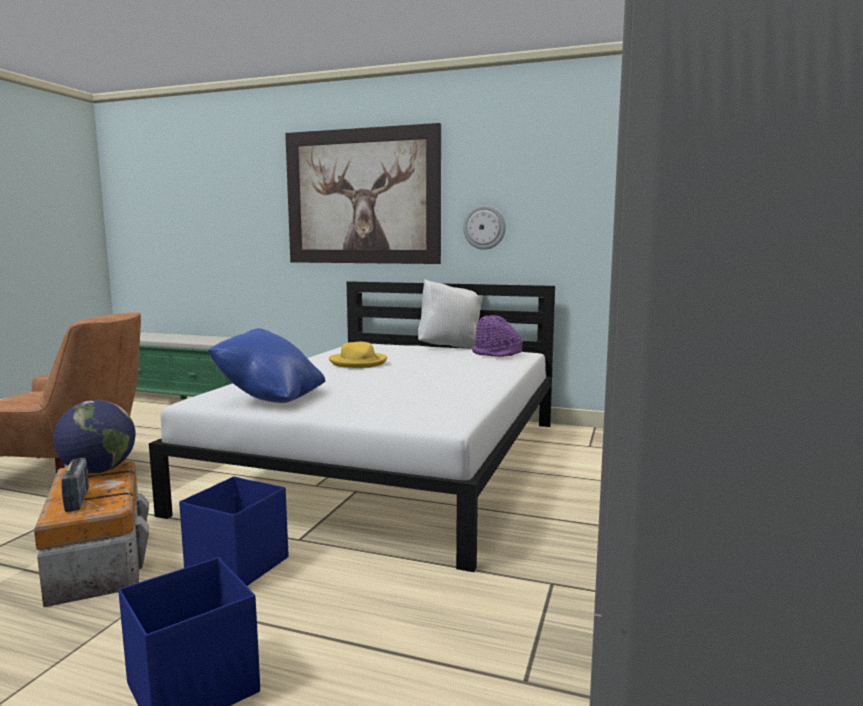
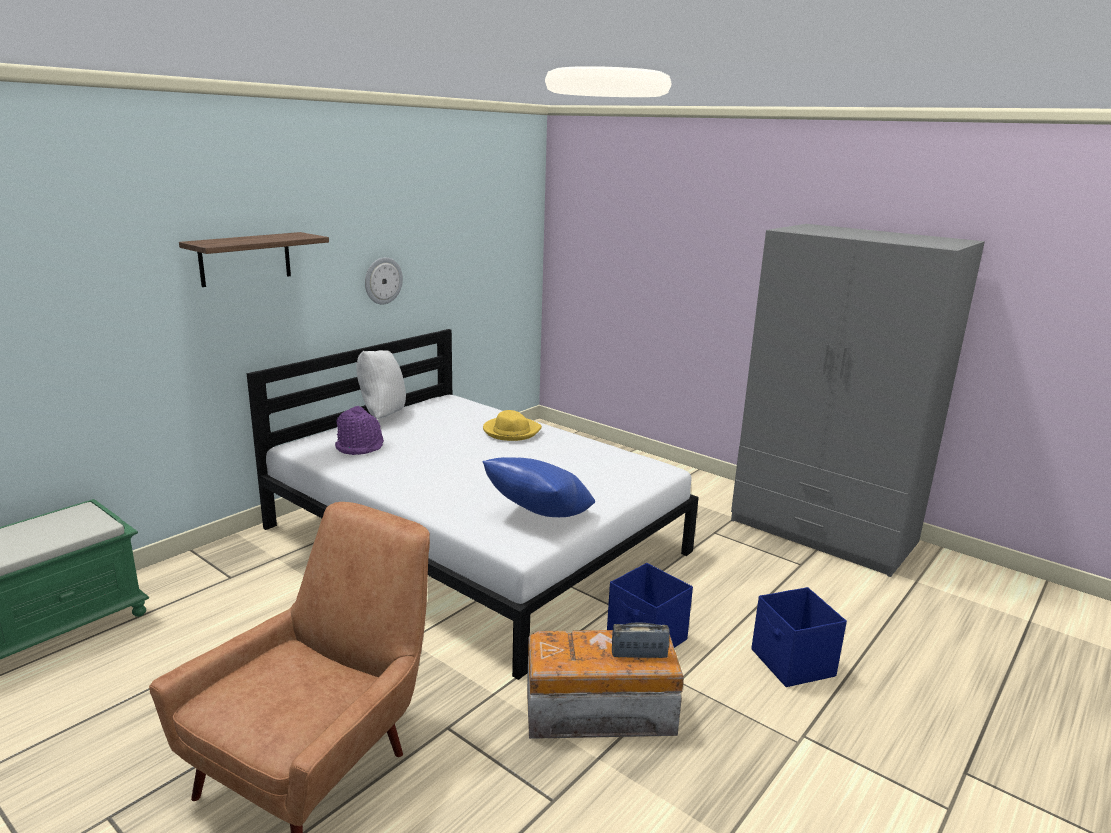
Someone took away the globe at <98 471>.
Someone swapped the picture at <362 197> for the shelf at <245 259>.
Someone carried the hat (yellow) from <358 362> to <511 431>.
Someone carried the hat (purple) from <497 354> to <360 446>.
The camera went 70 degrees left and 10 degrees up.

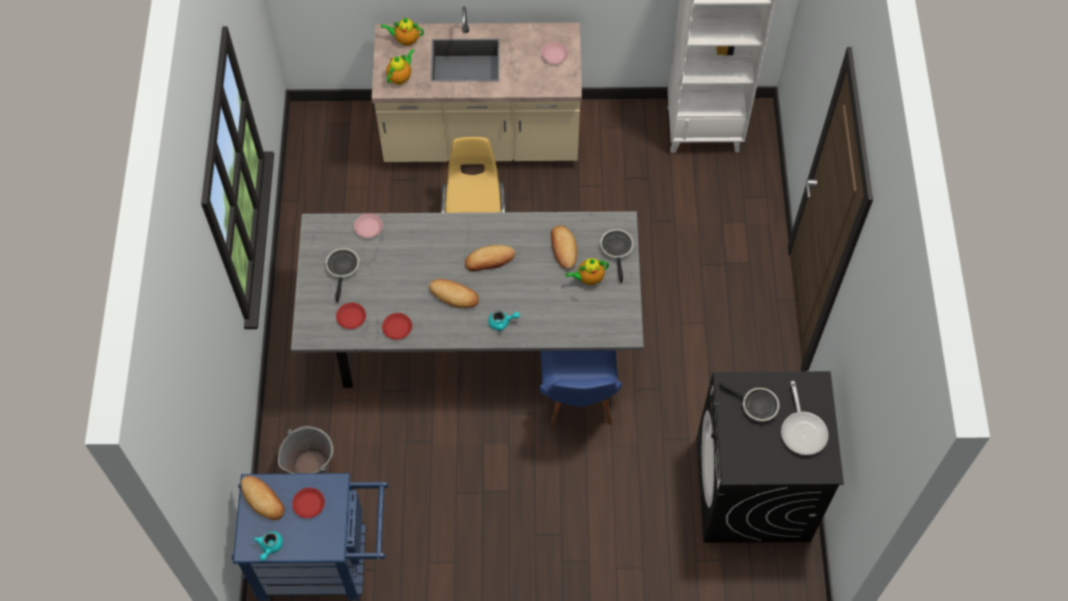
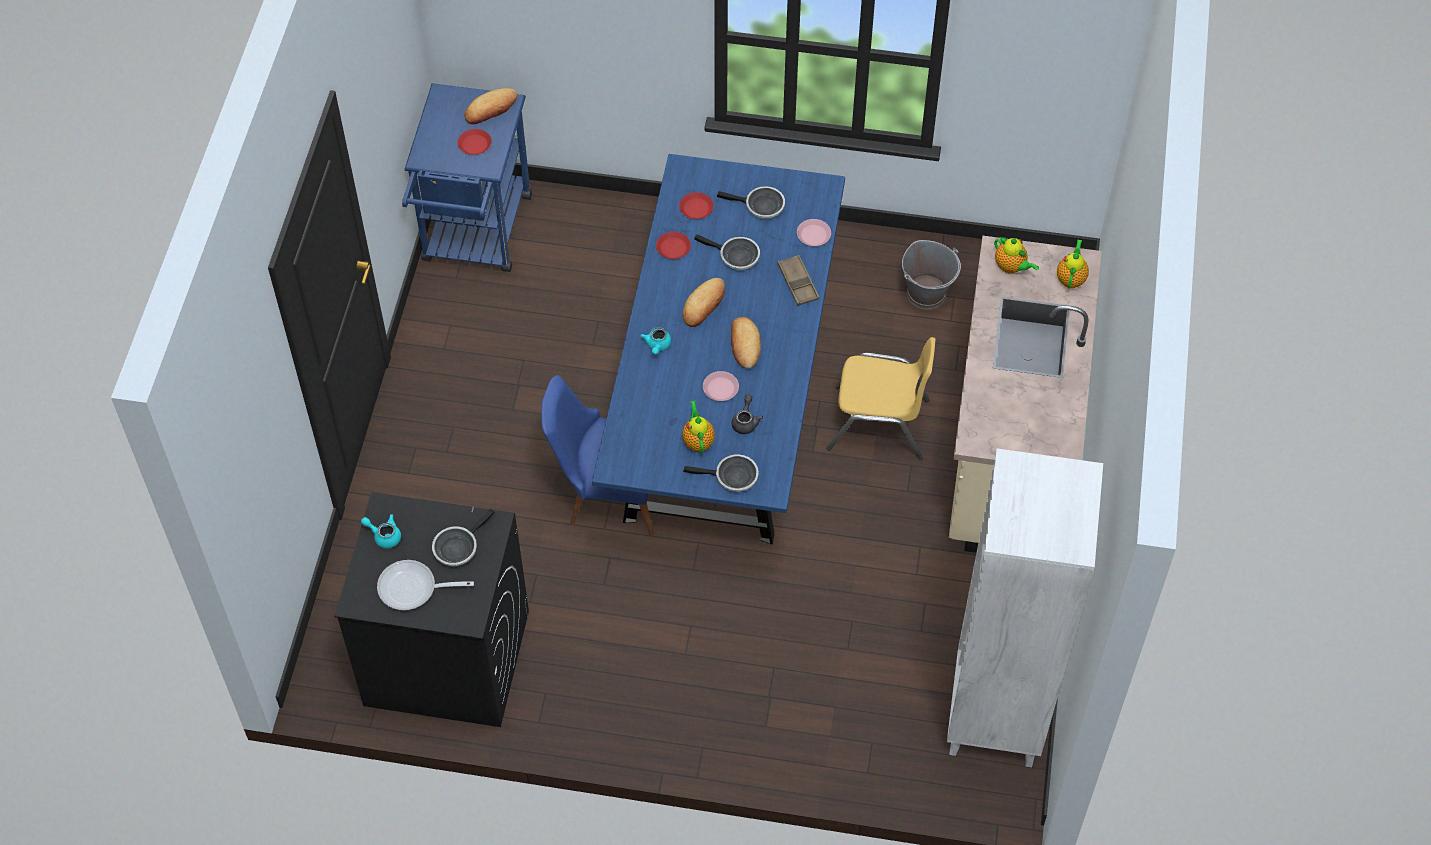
Someone carried the teapot (turquoise) from <270 547> to <384 536>.
Someone carried the bucket (grey) from <311 467> to <927 293>.
Someone repainted the dining table (grey) at <472 332>, which became the dining table (blue) at <724 401>.
Someone carried the plate (pink) from <554 55> to <721 388>.
Someone swapped the bread at <563 249> for the teapot (grey) at <745 421>.
Someone put down the frying pan at <736 257>.
Someone put down the tray (brown) at <798 283>.
The camera went 100 degrees right and 5 degrees down.

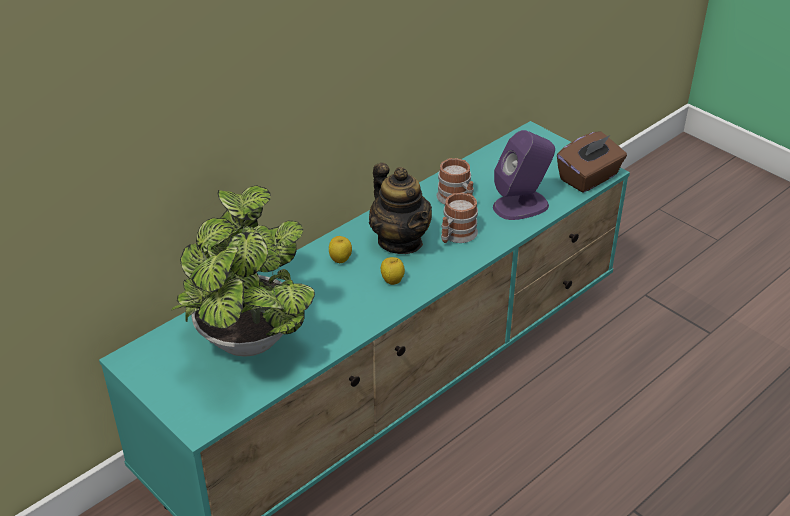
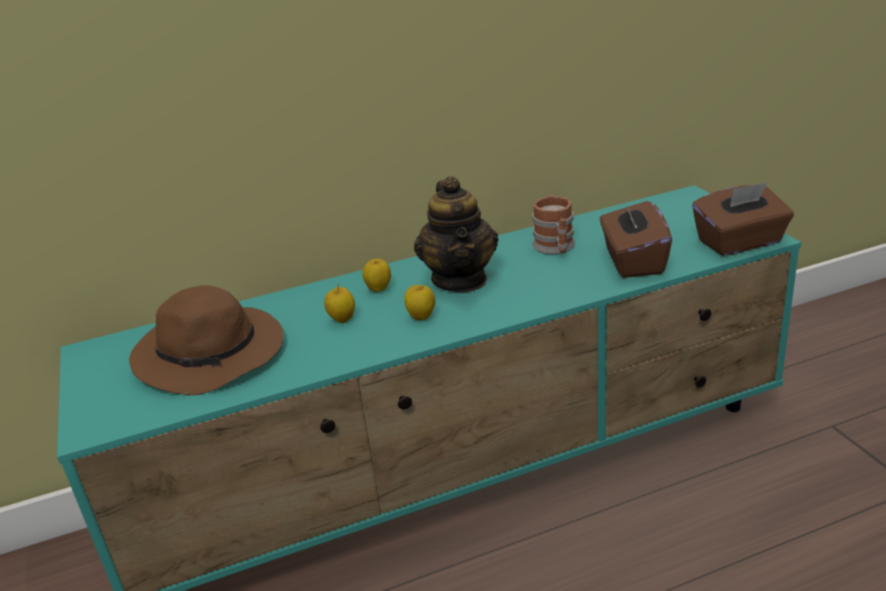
Someone swapped the potted plant at <248 344> for the hat (brown) at <213 356>.
Someone took away the mug at <456 236>.
Someone swapped the speaker (purple) at <521 205> for the tissue box (brown) at <632 261>.
Someone put down the apple at <342 319>.
The camera went 25 degrees right and 10 degrees down.

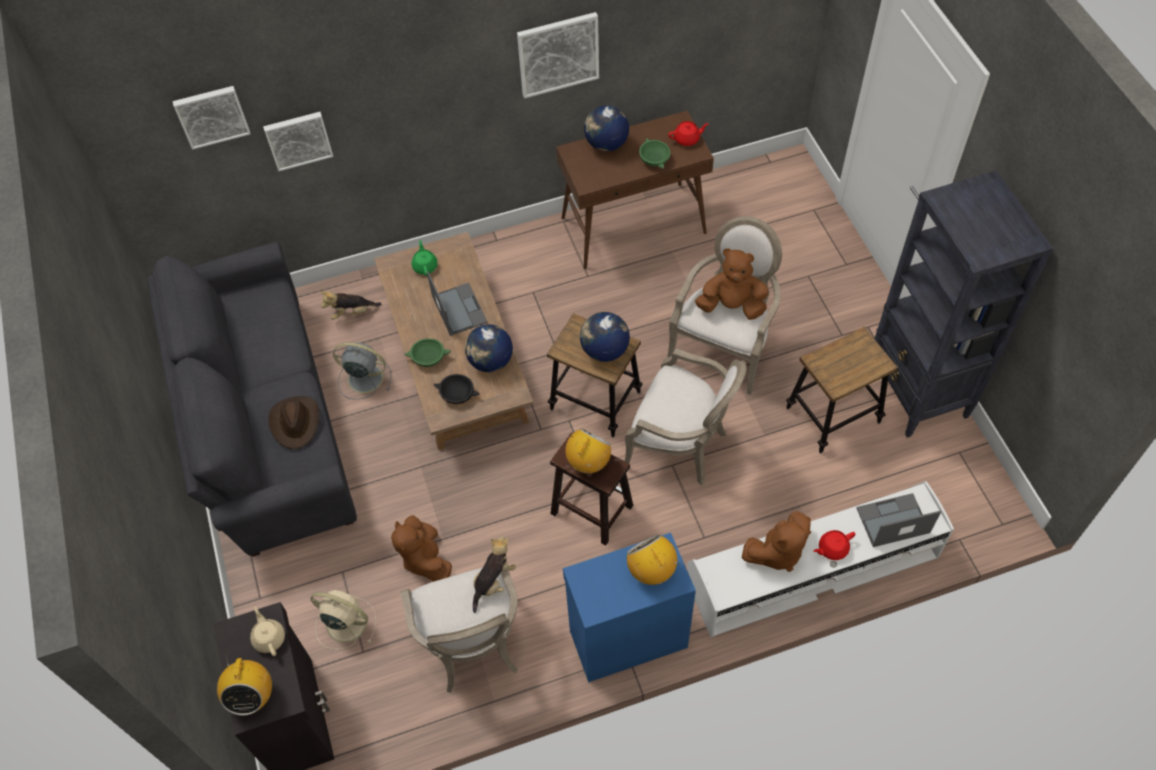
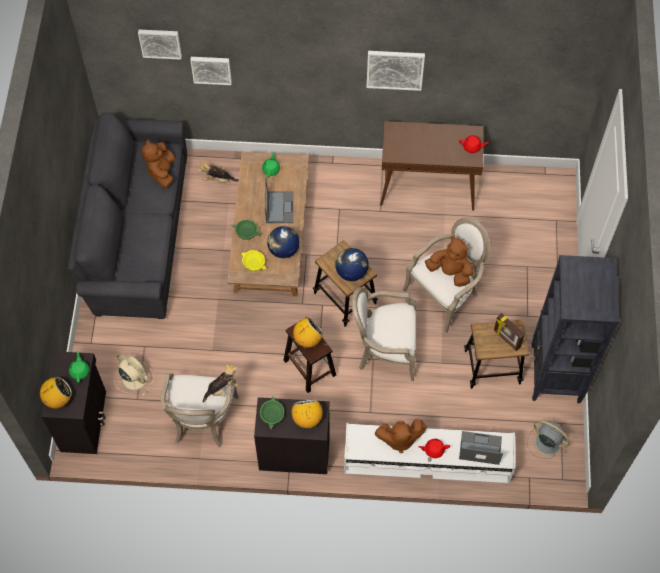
Someone rotated the radio at <252 695> by 135 degrees counterclockwise.
Someone repainted the teapot (beige) at <269 638>, which became the teapot (green) at <80 371>.
Someone took away the hat (brown) at <296 422>.
Someone carried the fan (grey) from <363 378> to <546 442>.
Someone carried the plush toy (brown) from <425 558> to <162 171>.
Someone repainted the bowl (black) at <457 394>, which became the bowl (yellow) at <254 263>.
Someone repainted the cabinet (blue) at <627 637>, which became the cabinet (black) at <294 453>.
Someone took away the globe at <606 144>.
Someone rotated the armchair at <681 447> by 135 degrees clockwise.
Someone carried the bowl (green) from <654 159> to <272 415>.
Someone put down the picture frame at <506 339>.
The camera went 20 degrees right and 5 degrees up.

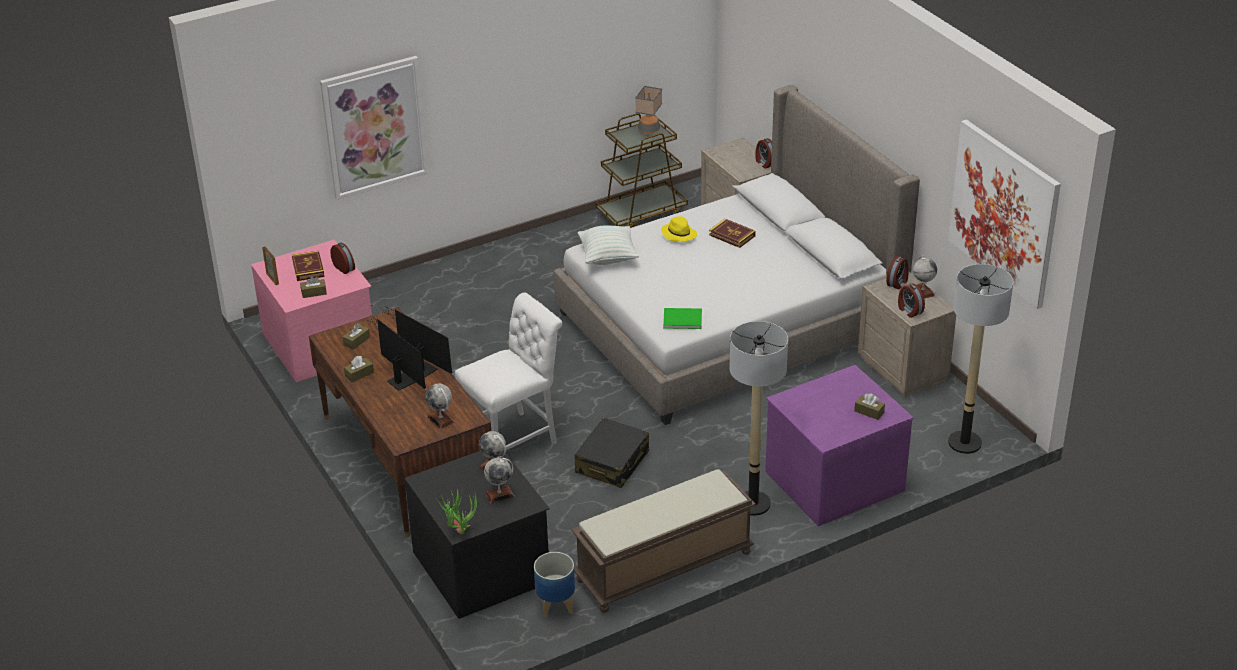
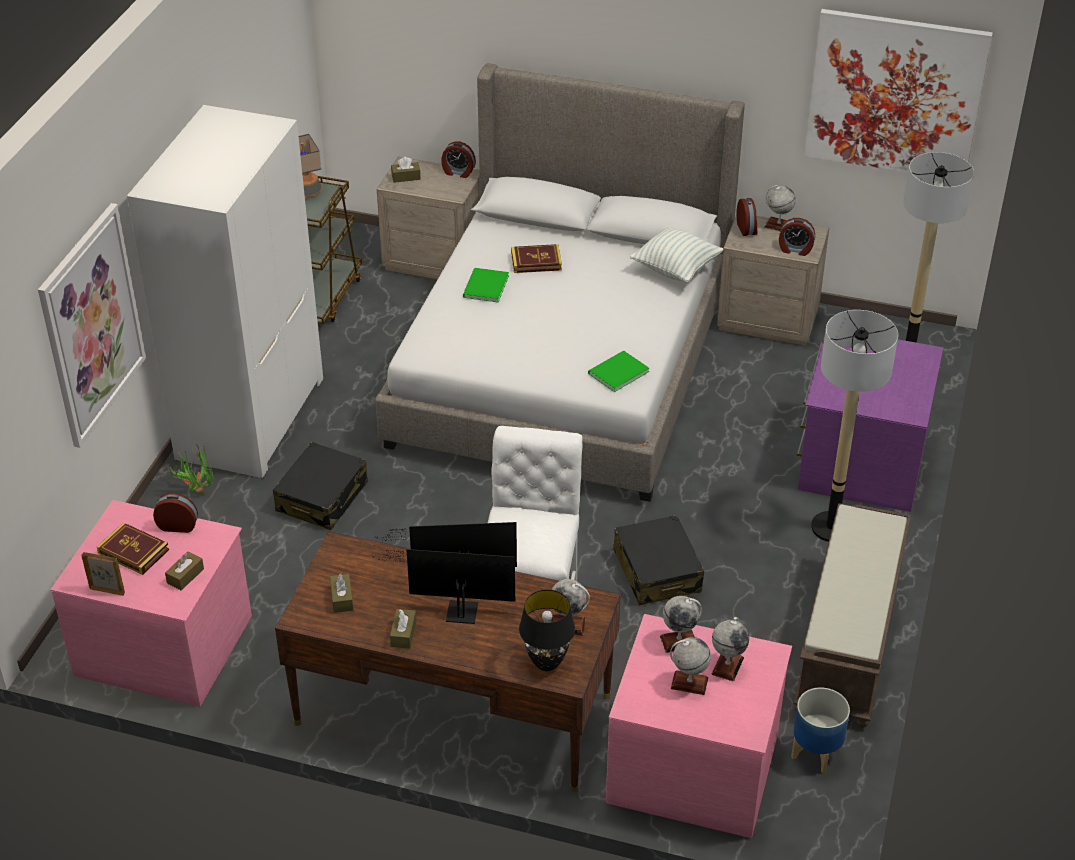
Someone repainted the dresser (black) at <483 566>, which became the dresser (pink) at <694 765>.
Someone carried the potted plant from <460 529> to <196 490>.
Someone carried the pillow from <608 257> to <675 269>.
Someone swapped the hat (yellow) at <678 234> for the book (green) at <484 287>.
Someone carried the tissue box (brown) from <869 412> to <406 177>.
Someone put down the wardrobe (white) at <250 417>.
Someone put down the suitcase (black) at <322 497>.
Someone put down the table lamp (black) at <546 662>.
Someone put down the globe at <689 683>.
The camera went 45 degrees left and 5 degrees up.

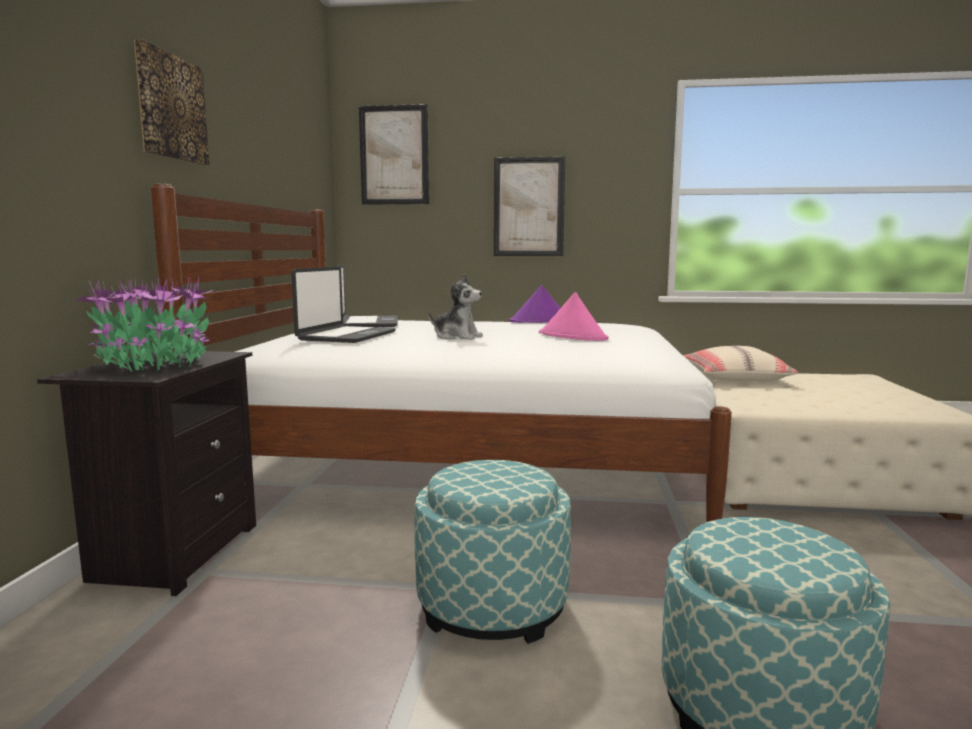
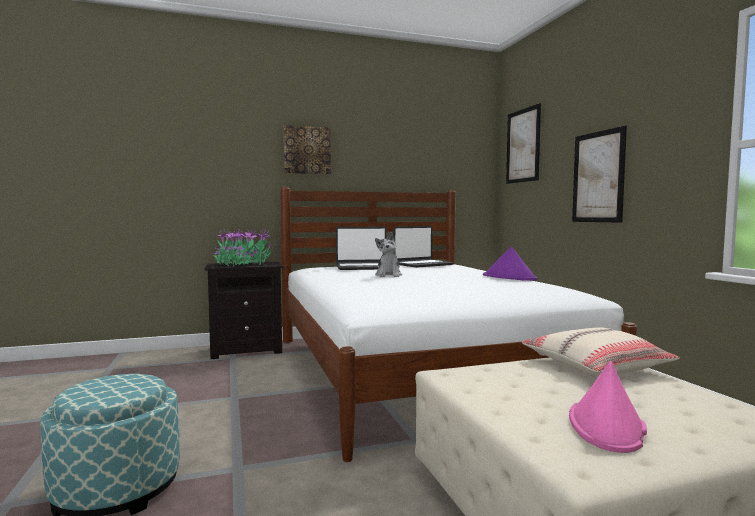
Someone took away the ottoman at <492 605>.
Someone carried the hat (pink) from <573 336> to <606 425>.
The camera went 65 degrees right and 5 degrees down.

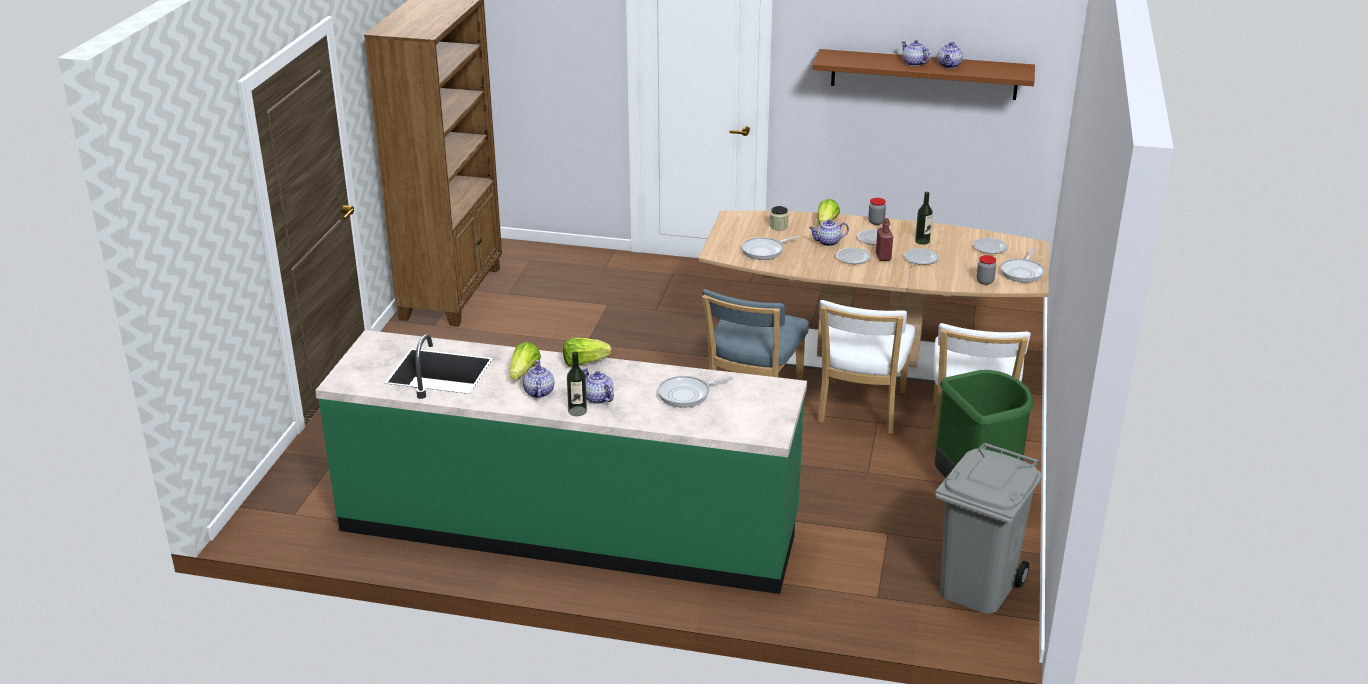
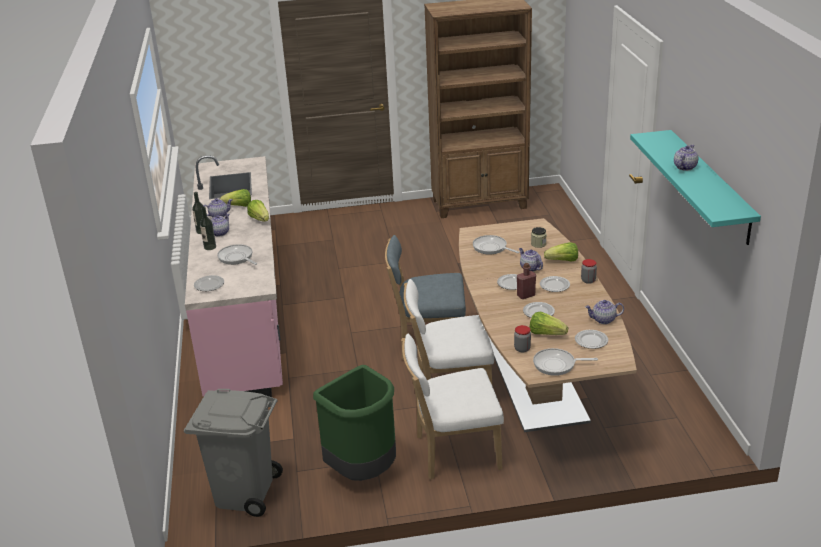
Someone repainted the counter (green) at <569 526>, which became the counter (pink) at <245 315>.
Someone repainted the shelf (brown) at <924 74>, which became the shelf (turquoise) at <710 185>.
Someone carried the bottle from <922 241> to <210 247>.
Someone carried the teapot from <949 65> to <603 320>.
Someone put down the plate at <209 285>.
Someone put down the lettuce at <546 333>.
The camera went 70 degrees right and 0 degrees up.

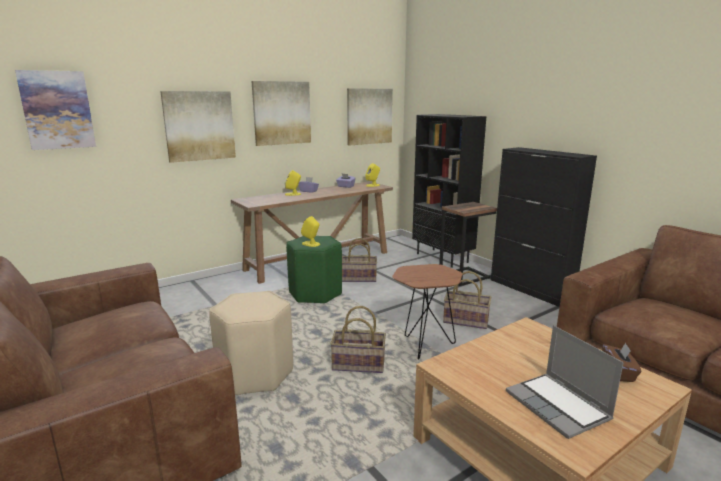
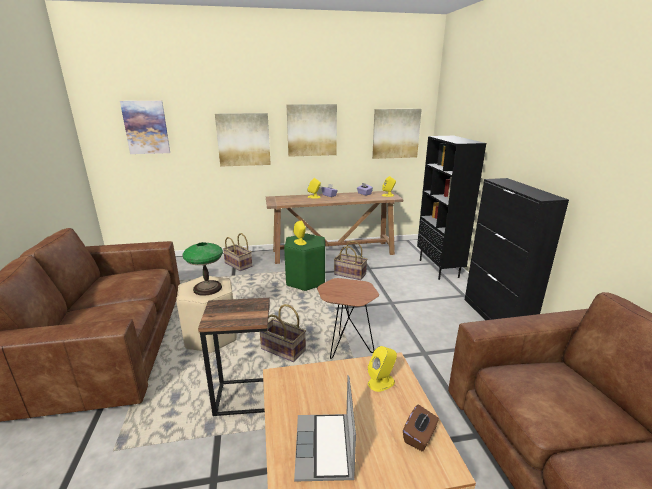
Someone carried the side table from <463 276> to <244 396>.
Someone carried the basket from <466 320> to <239 264>.
Someone put down the table lamp at <207 288>.
Someone put down the speaker (yellow) at <381 382>.
The camera went 25 degrees right and 5 degrees up.

